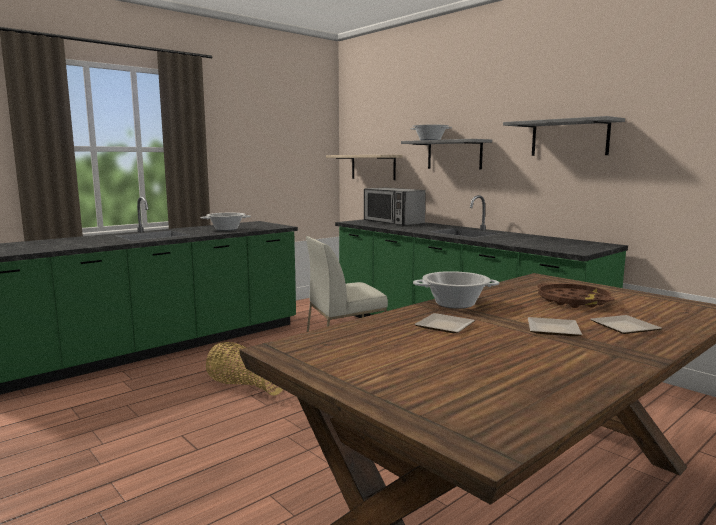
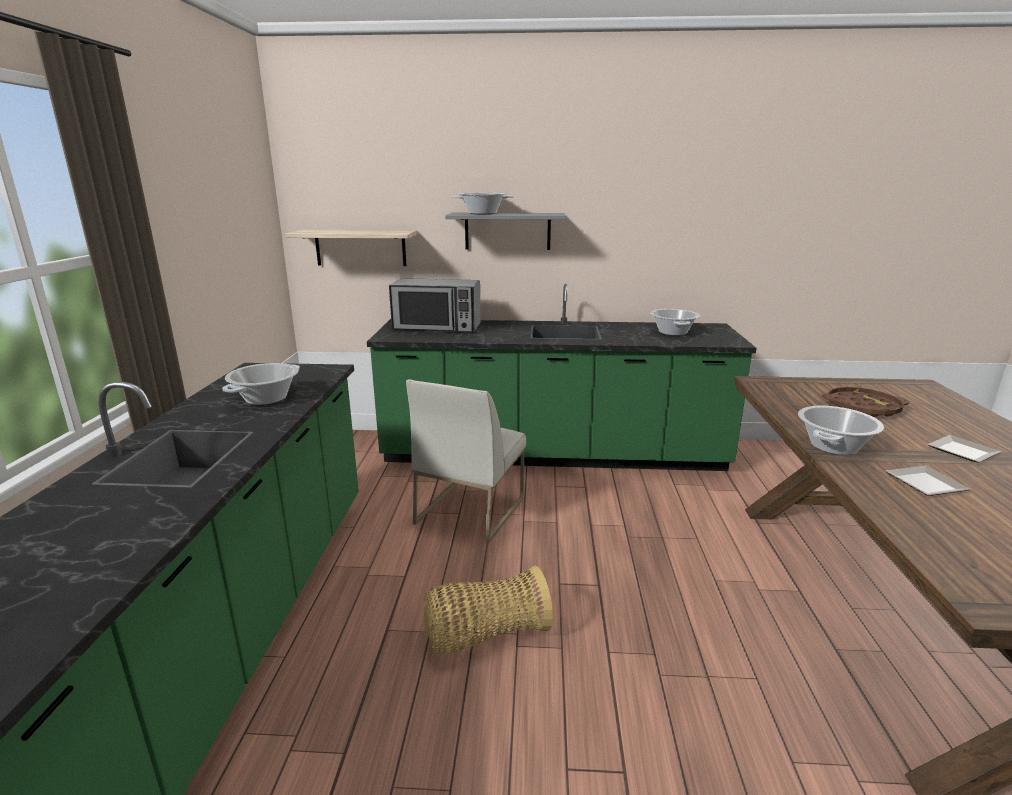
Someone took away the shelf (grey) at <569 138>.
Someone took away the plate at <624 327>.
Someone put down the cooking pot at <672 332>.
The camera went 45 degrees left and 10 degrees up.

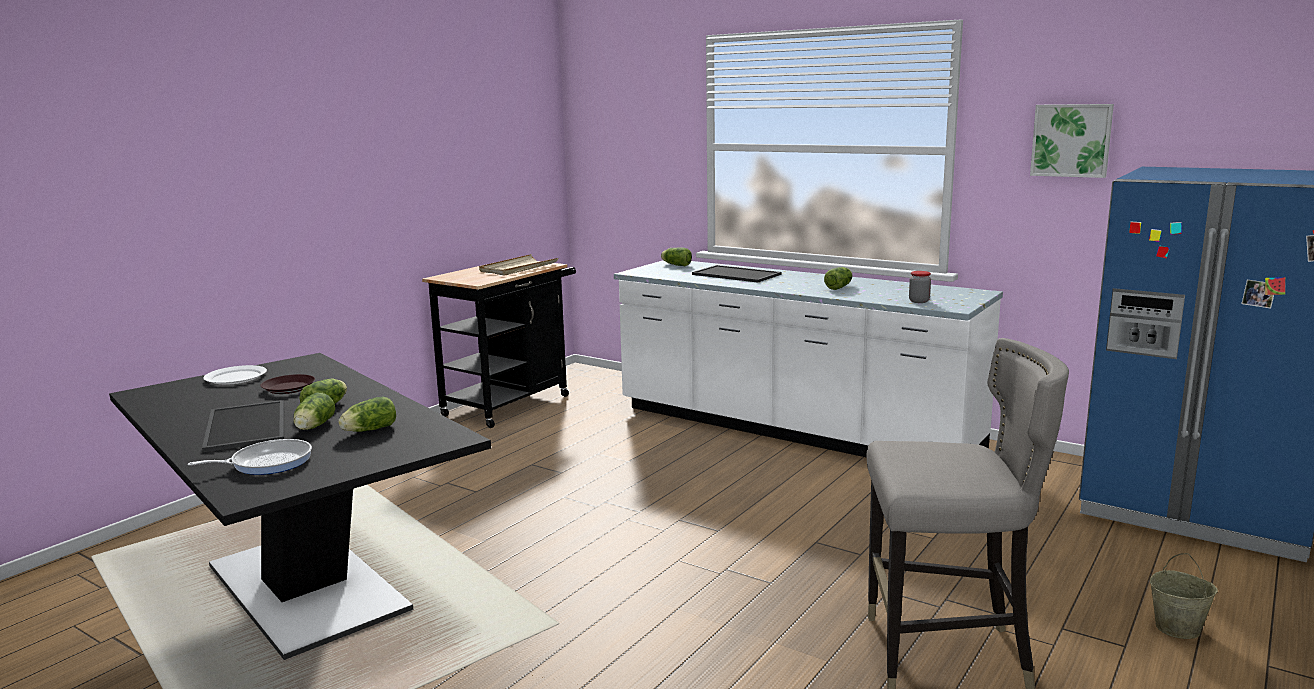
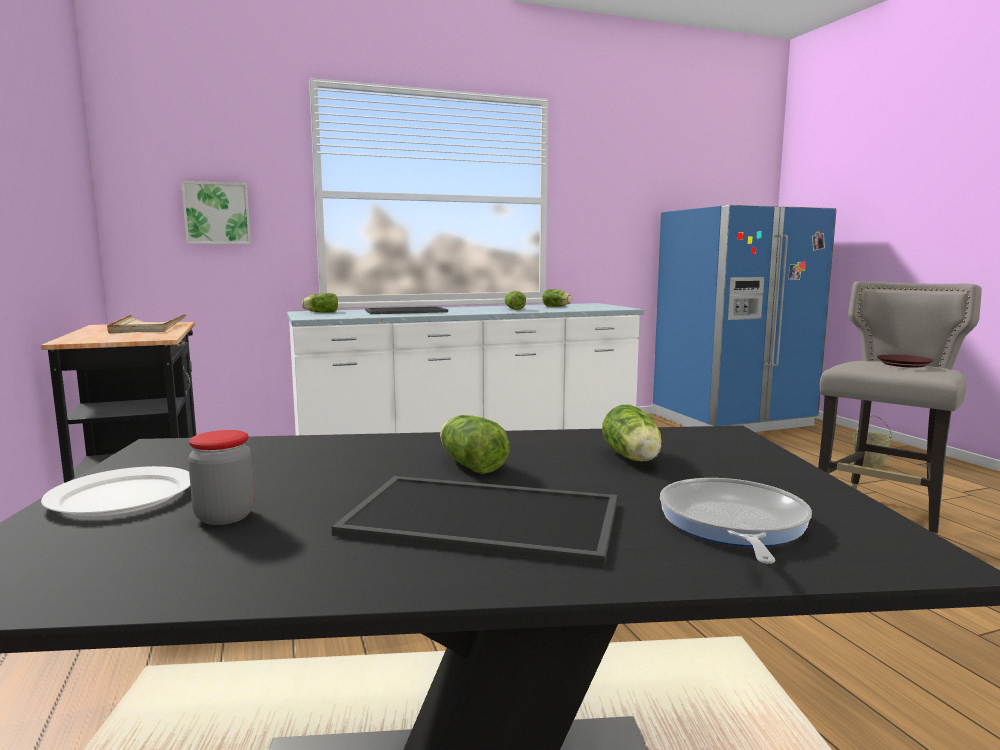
Someone carried the plate (brown) from <289 388> to <904 364>.
Someone carried the lettuce from <313 427> to <557 307>.
Someone carried the jar from <919 301> to <225 516>.
Someone carried the picture from <1071 140> to <217 213>.
The camera went 55 degrees left and 5 degrees down.

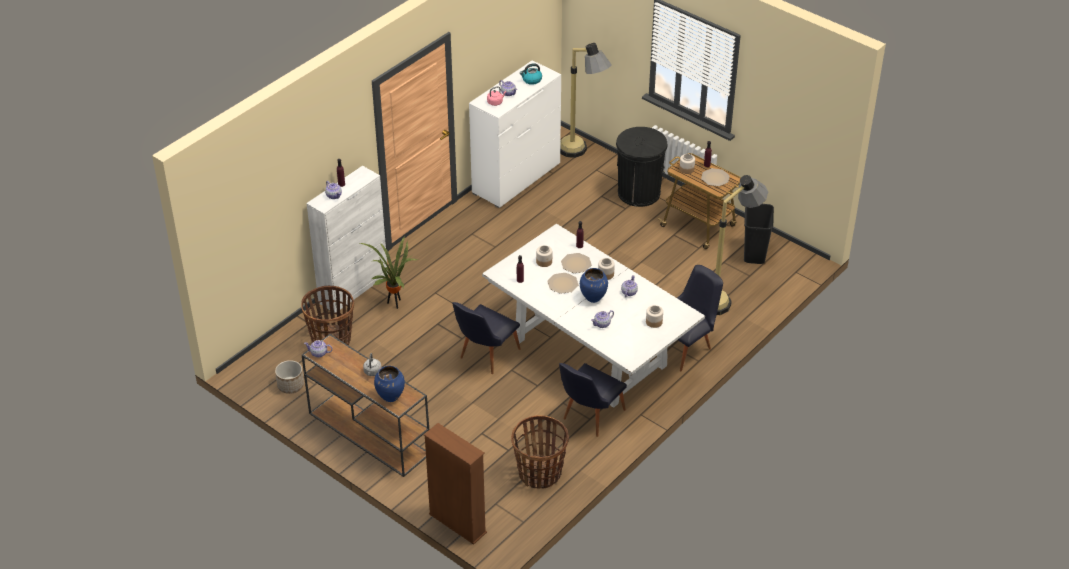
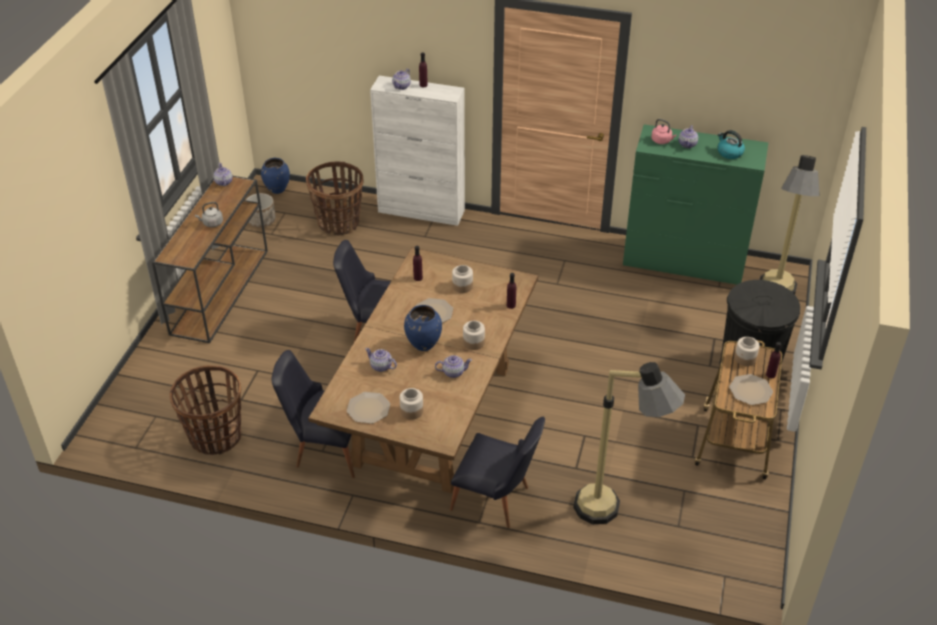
Someone took away the potted plant at <394 303>.
Someone carried the vase (blue) from <391 397> to <277 190>.
Someone took away the bookcase (brown) at <457 523>.
Someone repainted the dresser (white) at <516 178>, which became the dresser (green) at <683 262>.
Someone repainted the dining table (white) at <591 353>, which became the dining table (brown) at <432 417>.
Someone carried the plate from <576 263> to <369 408>.
Someone took away the trash can (black) at <755 254>.
The camera went 65 degrees right and 0 degrees up.

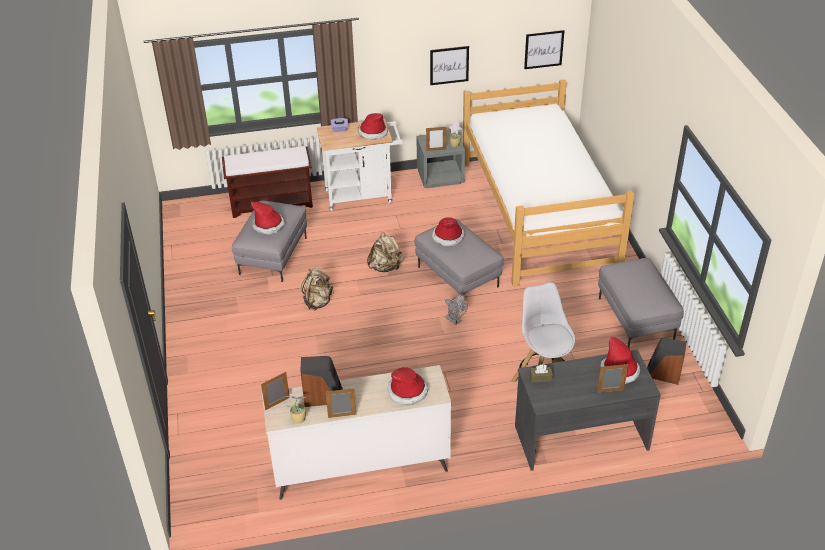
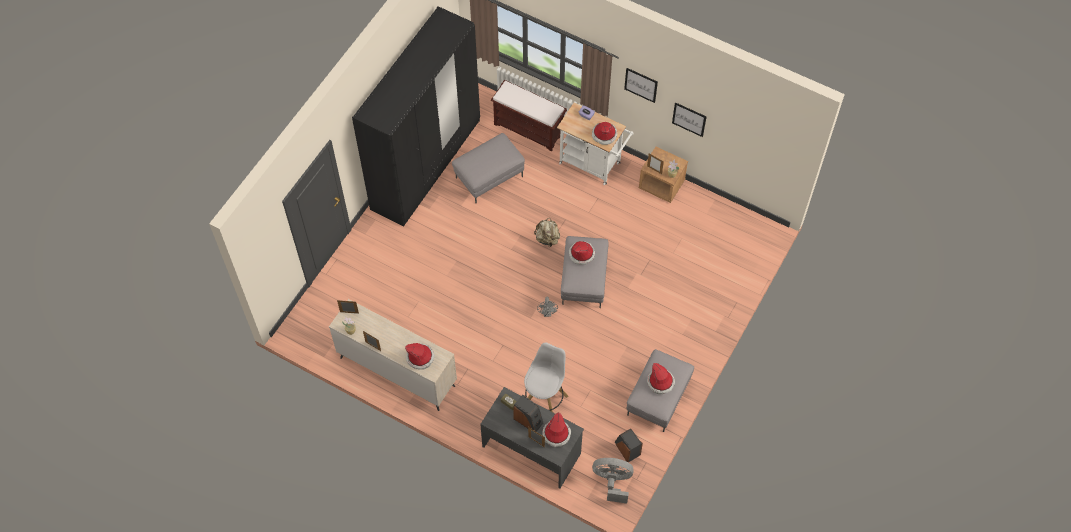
Someone carried the hat from <268 225> to <660 382>.
Someone took away the backpack (beige) at <318 302>.
Someone carried the speaker from <323 397> to <528 420>.
Someone repainted the nightstand (grey) at <440 177>, which became the nightstand (brown) at <661 185>.
Someone took away the bed at <538 213>.
Someone carried the picture from <544 49> to <641 85>.
Someone put down the wardrobe (black) at <427 165>.
Someone put down the fan (grey) at <612 481>.
The camera went 40 degrees right and 20 degrees up.

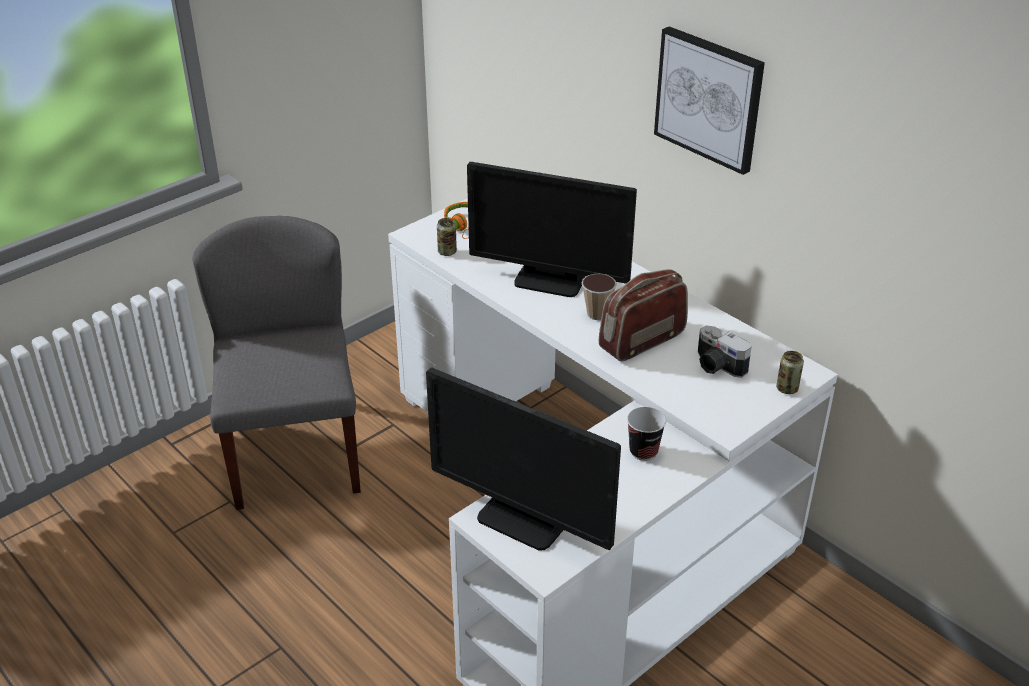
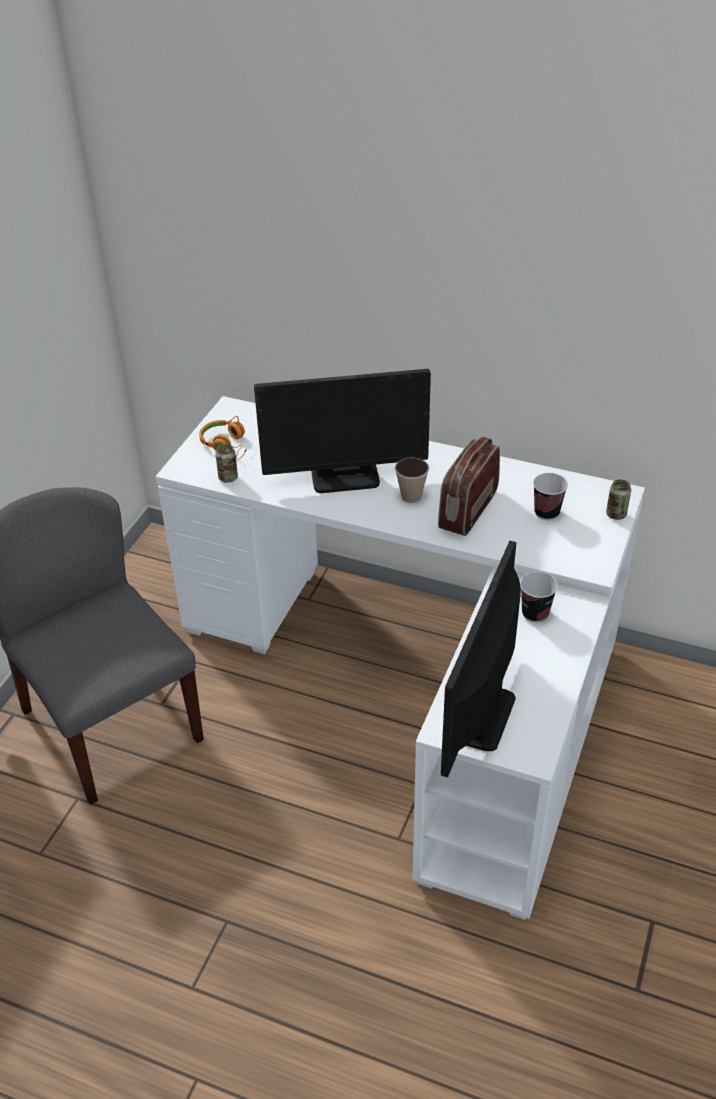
Someone rotated the monitor at <523 519> by 105 degrees clockwise.
Someone took away the picture at <709 98>.
Someone swapped the photo camera at <717 366> for the cup at <546 513>.
The camera went 25 degrees left and 5 degrees up.

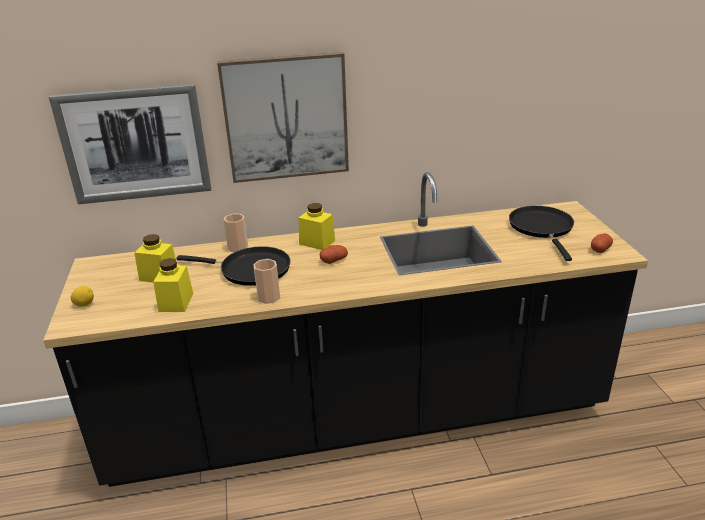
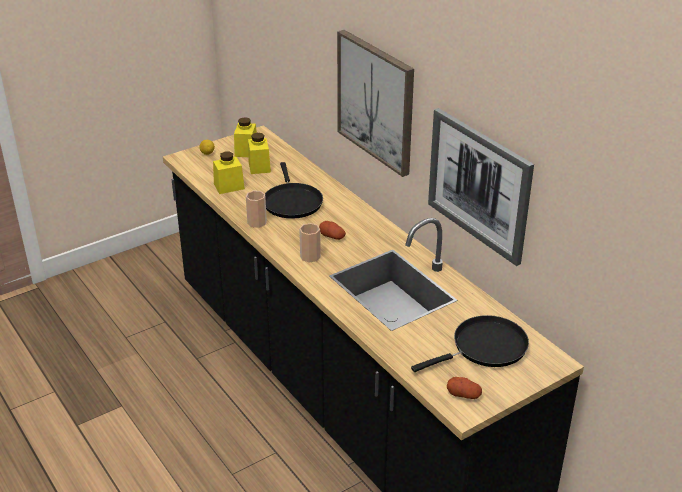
Someone carried the picture from <135 144> to <479 184>.
Someone carried the cup from <238 248> to <310 256>.
Someone carried the jar (yellow) from <317 242> to <246 151>.
The camera went 65 degrees right and 5 degrees up.

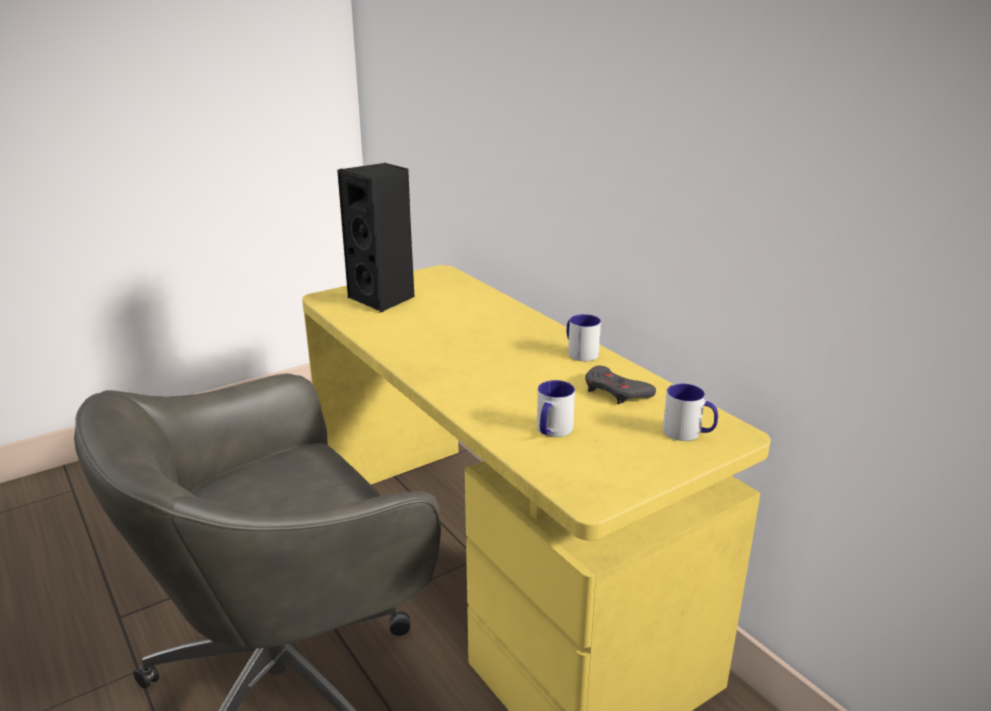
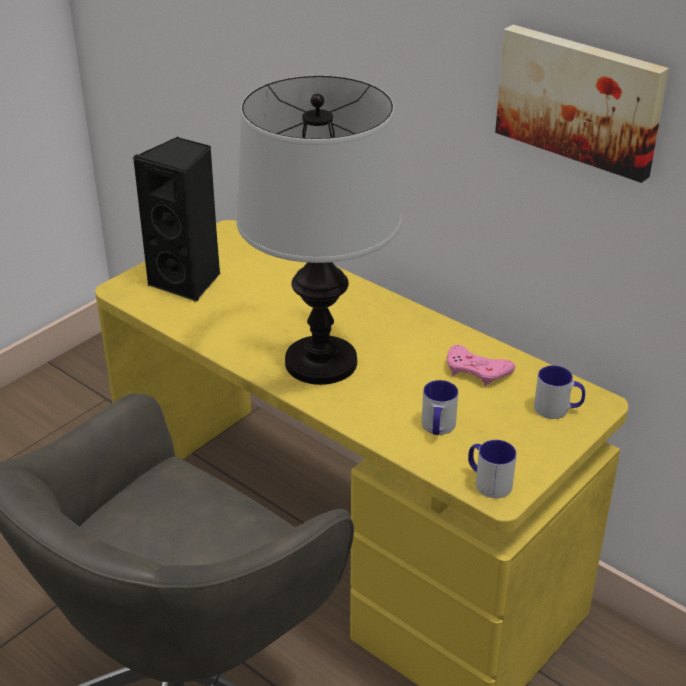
Someone carried the mug from <579 352> to <488 481>.
Someone repainted the game controller (grey) at <616 391>, which became the game controller (pink) at <477 371>.
Someone put down the table lamp at <322 362>.
Someone put up the picture at <580 99>.
The camera went 15 degrees left and 10 degrees up.

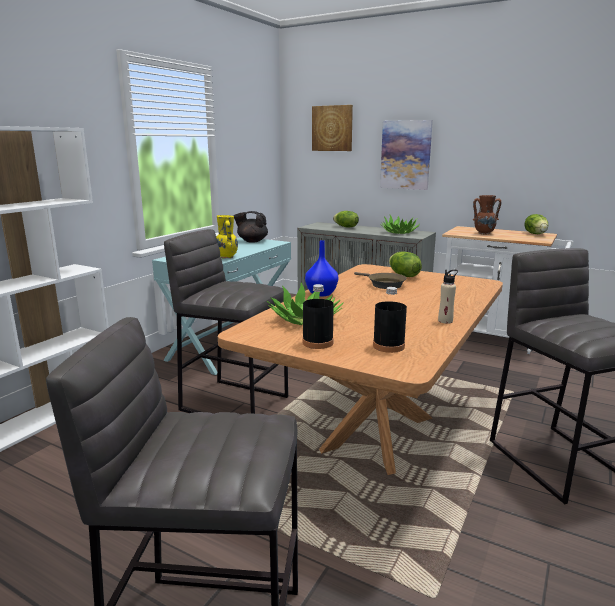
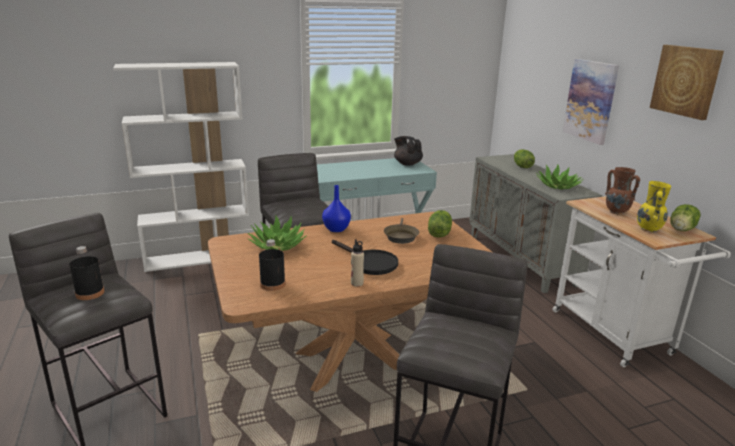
Someone carried the vase (yellow) from <227 257> to <648 229>.
Someone carried the bottle (black) from <318 342> to <90 293>.
Someone carried the picture from <332 128> to <686 81>.
Someone put down the frying pan (black) at <368 263>.
The camera went 40 degrees right and 5 degrees up.

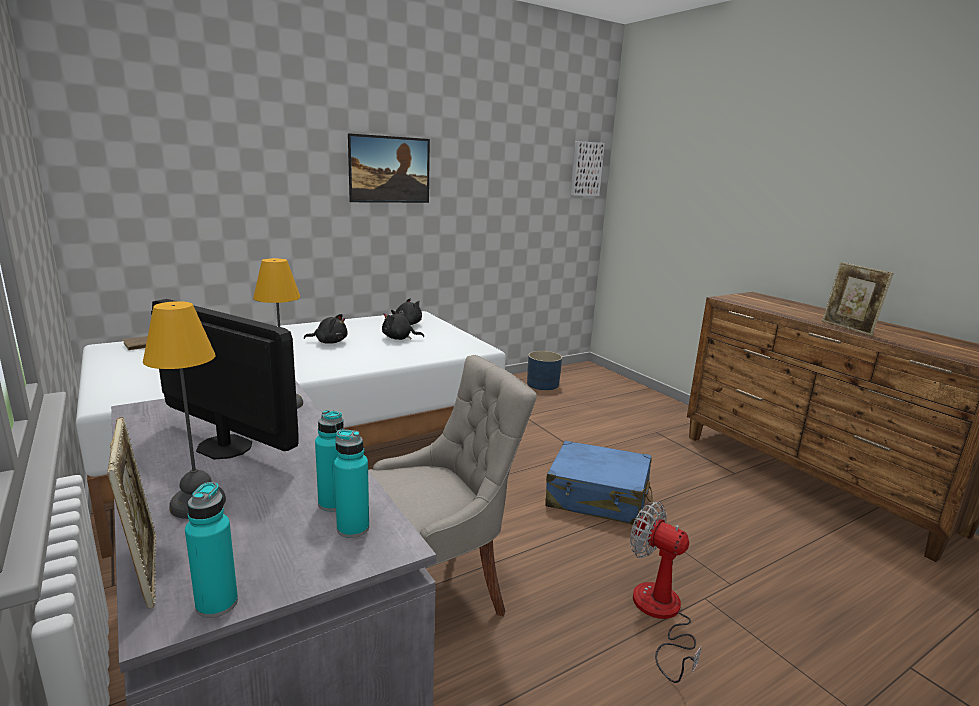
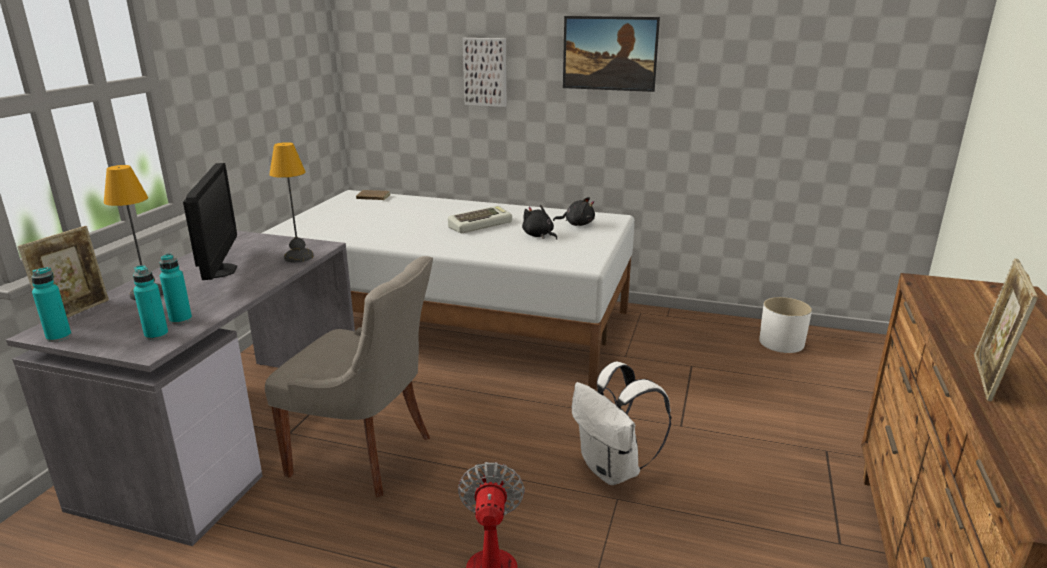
Someone swapped the plush toy (black) at <329 342> for the keyboard at <480 224>.
Someone repainted the planter (blue) at <543 384>, which became the planter (white) at <781 343>.
Someone swapped the suitcase (blue) at <598 497> for the backpack (white) at <613 470>.
Someone carried the picture from <585 169> to <486 72>.
The camera went 50 degrees right and 5 degrees up.

